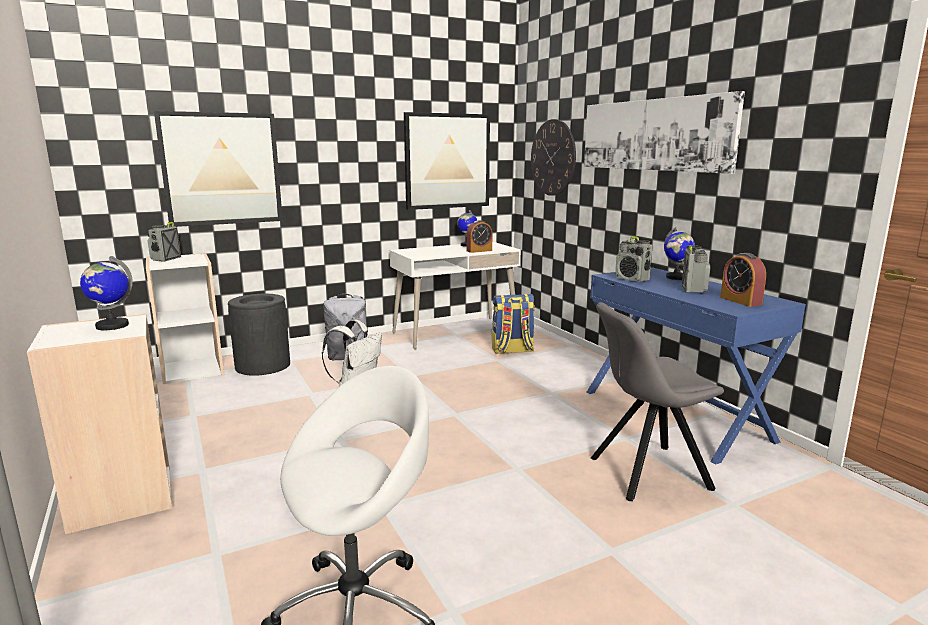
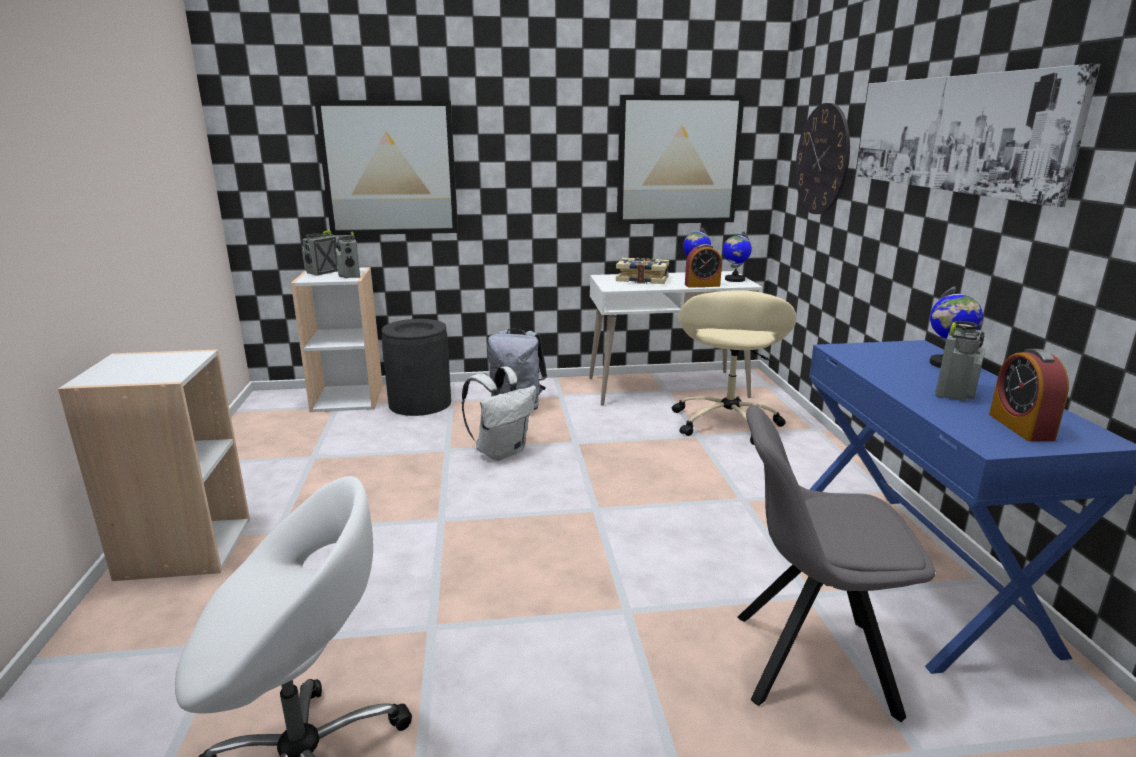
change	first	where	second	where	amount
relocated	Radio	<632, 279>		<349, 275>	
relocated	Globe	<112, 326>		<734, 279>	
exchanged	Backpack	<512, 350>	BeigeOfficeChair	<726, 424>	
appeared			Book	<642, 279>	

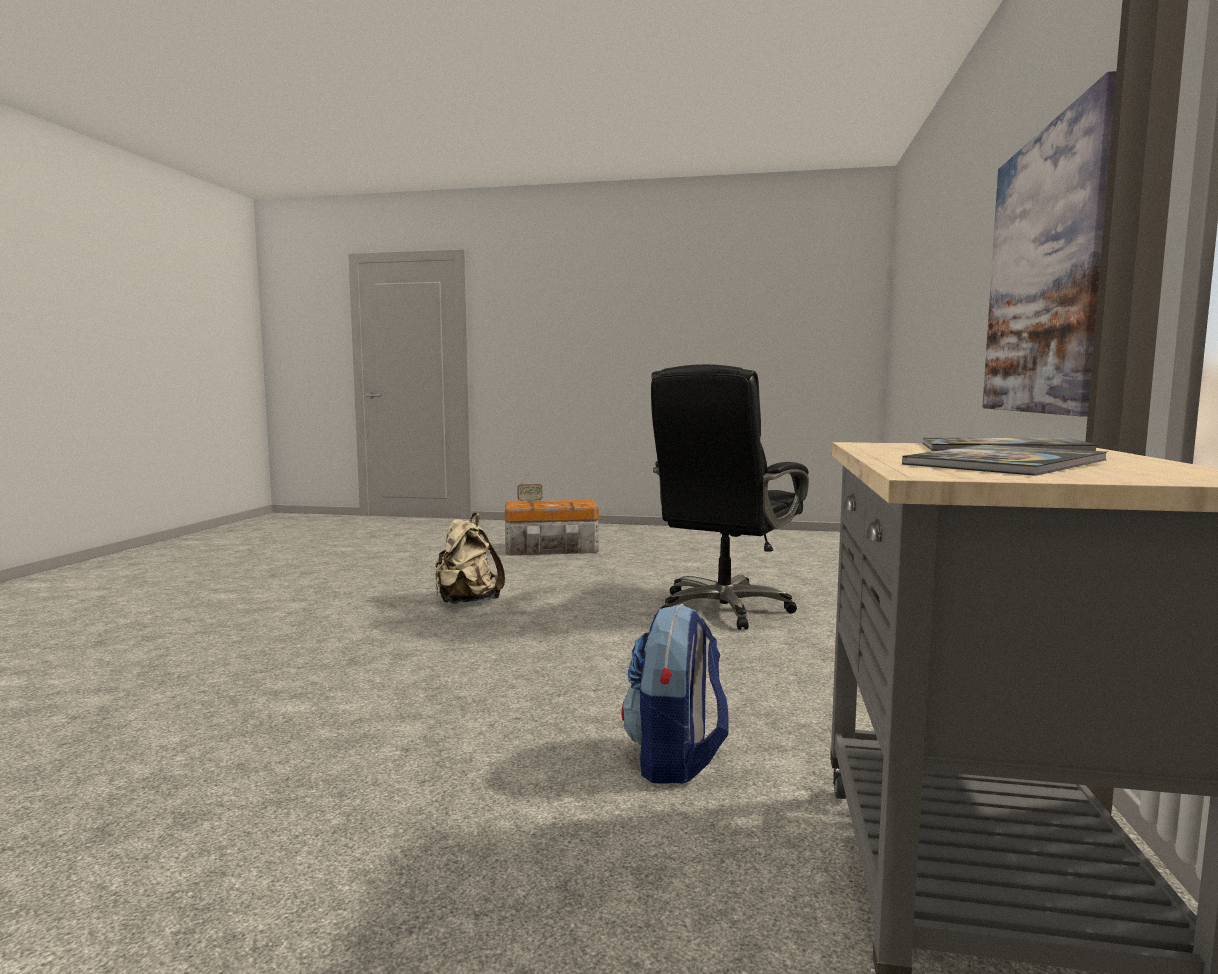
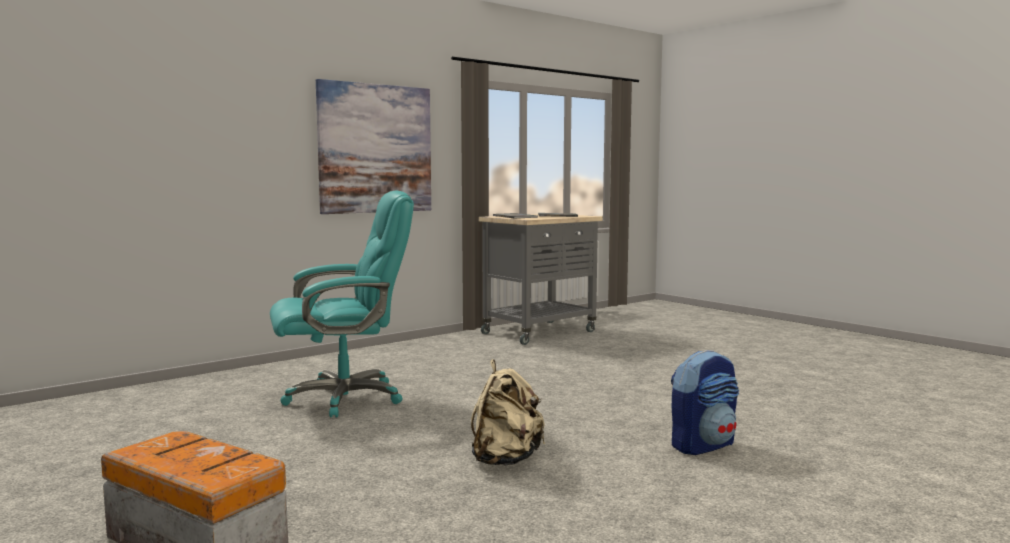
change	first	where	second	where	amount
colour	BlackOfficeChair	<724, 607>	TurquoiseOfficeChair	<341, 398>	
missing	Radio	<529, 501>			
relocated	Backpack	<675, 759>		<702, 445>	

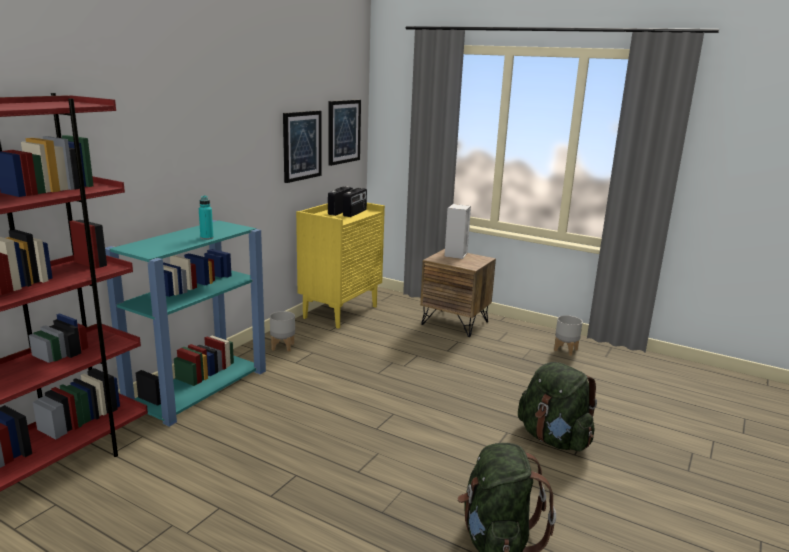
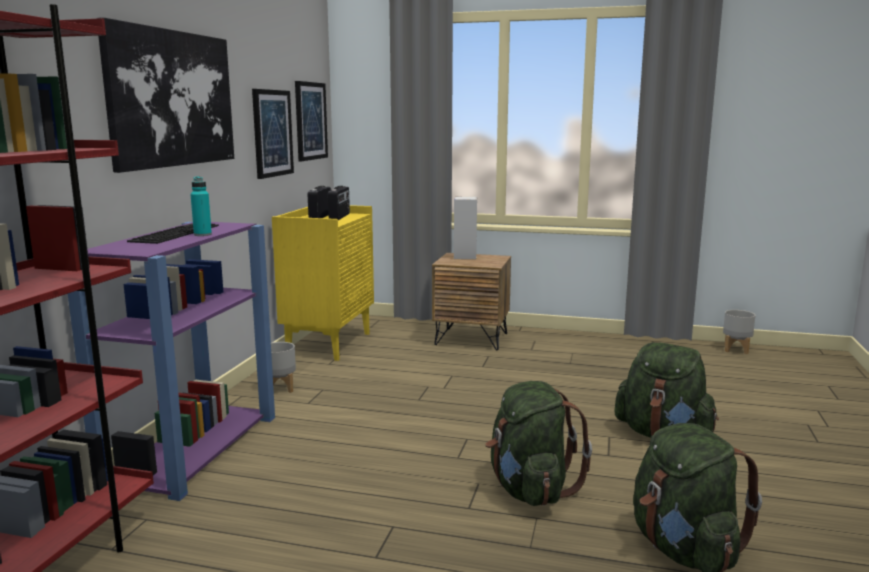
change	first	where	second	where	amount
colour	TurquoiseBookcase	<199, 387>	PurpleBookcase	<195, 448>	
relocated	GreyPlanter	<566, 350>		<736, 350>	
appeared			Picture	<172, 98>	
appeared			Keyboard	<174, 233>	
appeared			GreenBackpack	<530, 489>	

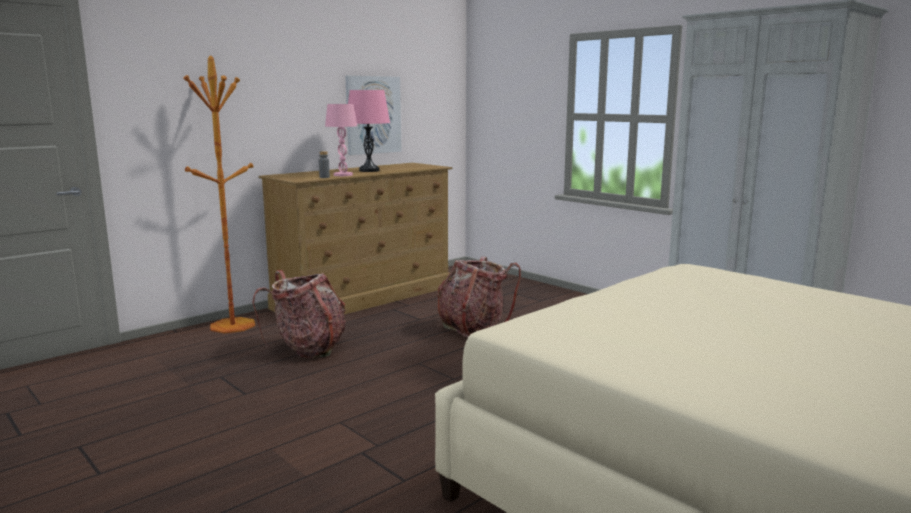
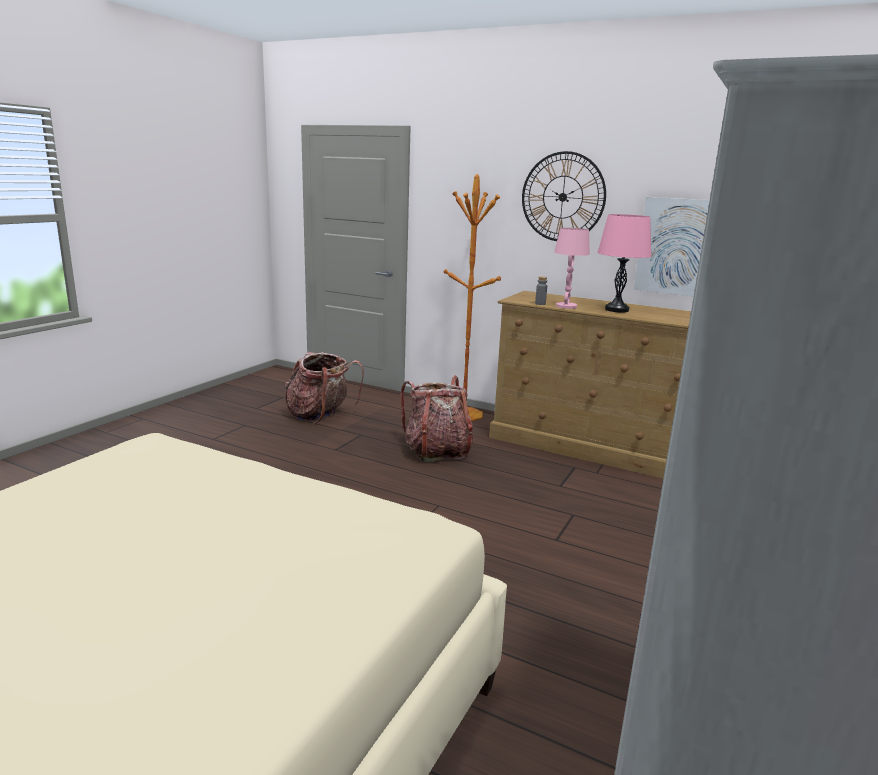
change	first	where	second	where	amount
relocated	Backpack	<473, 327>		<320, 415>	
appeared			WallClock	<562, 197>	

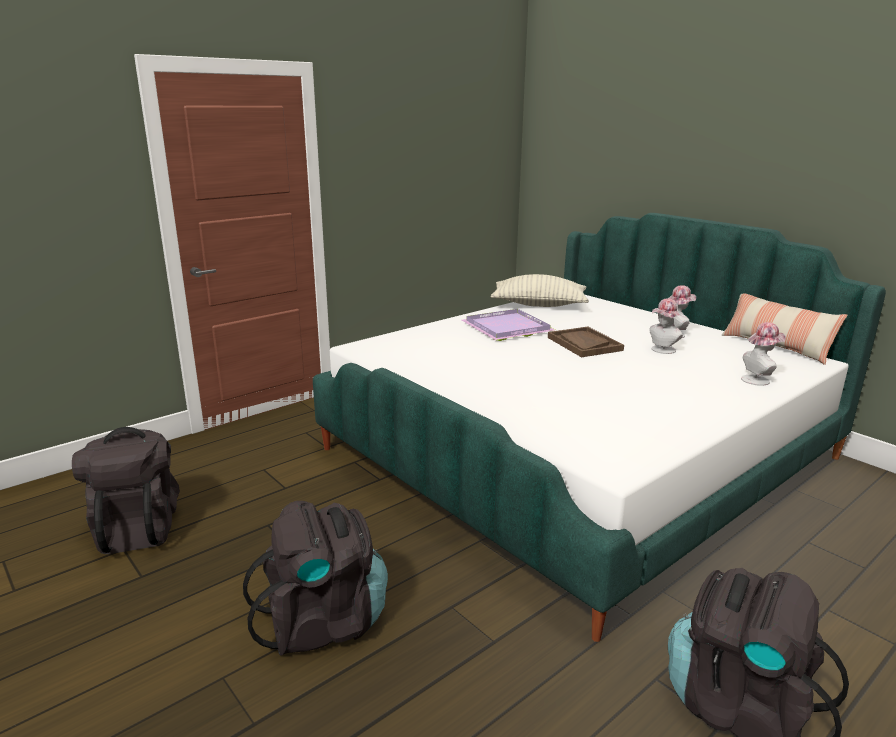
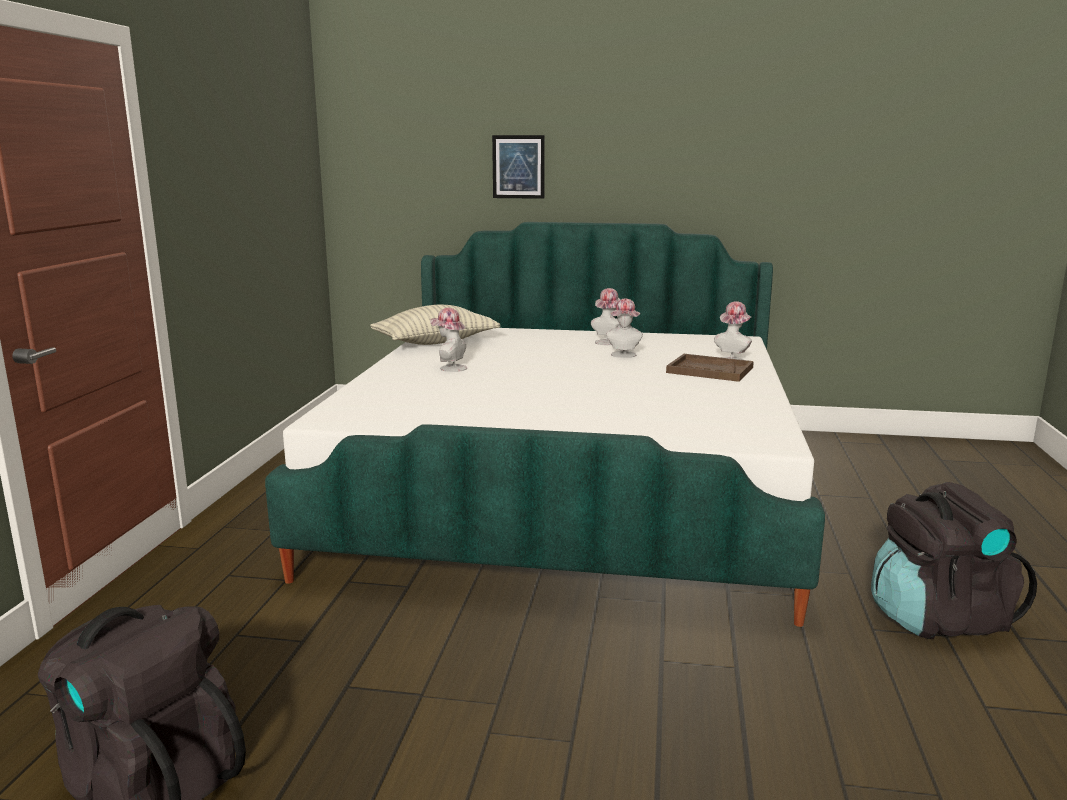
change	first	where	second	where	amount
missing	Pillow	<776, 347>			
exchanged	PurpleTray	<506, 328>	Hat	<450, 368>	
relocated	BrownTray	<584, 344>		<709, 370>	
missing	BlackBackpack	<323, 622>			
appeared			Picture	<518, 167>	

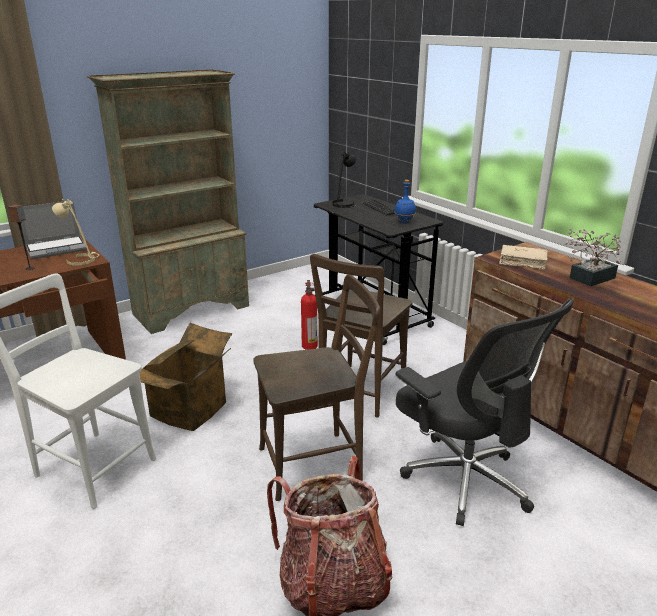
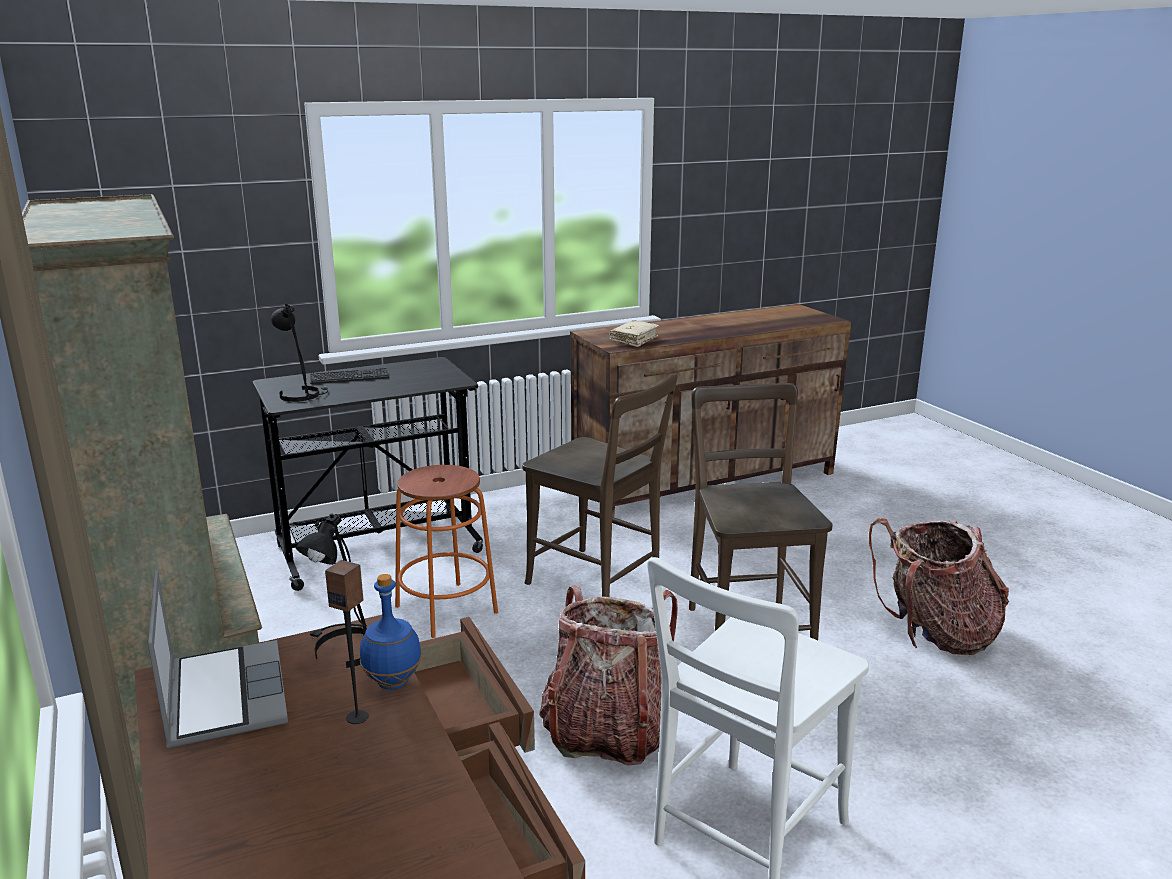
change	first	where	second	where	amount
relocated	BlueBottle	<404, 222>		<392, 682>	
colour	BeigeTableLamp	<82, 259>	BlackTableLamp	<343, 649>	
missing	PottedPlant	<588, 279>			
exchanged	FireExtinguisher	<309, 345>	OrangeStool	<446, 609>	
missing	OfficeChair	<463, 479>			
exchanged	CardboardBox	<190, 411>	Backpack	<607, 732>	

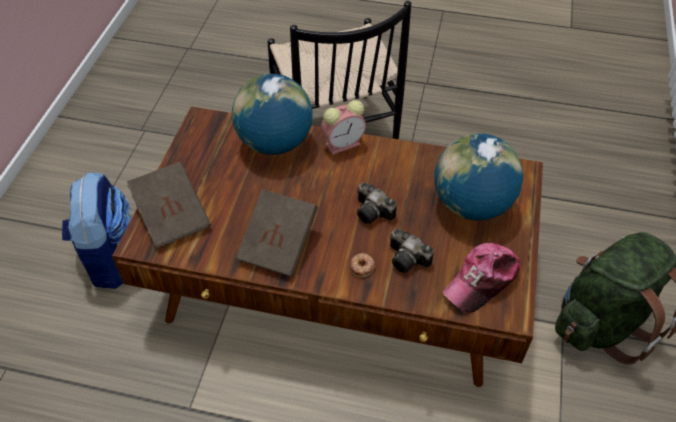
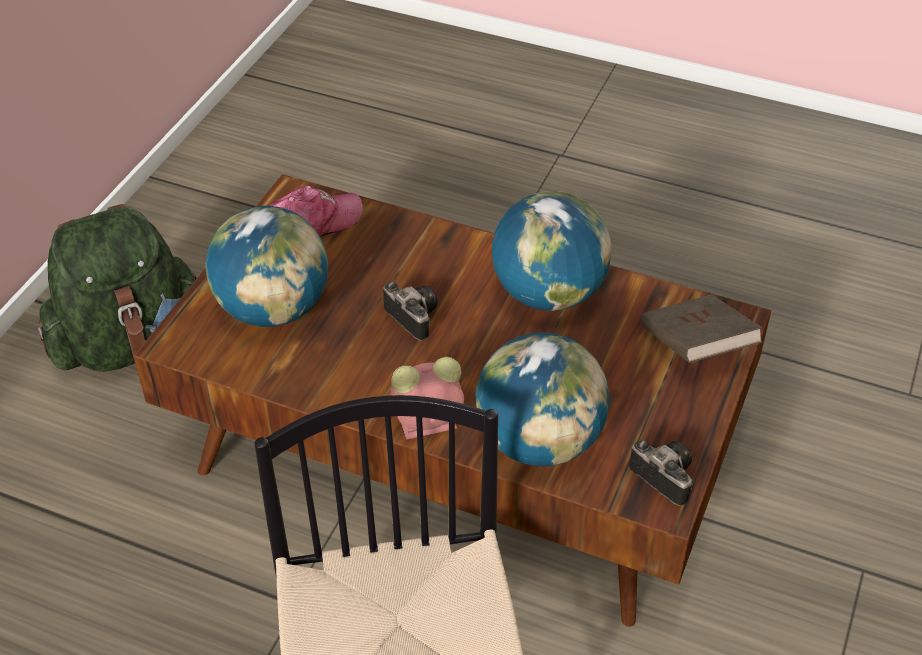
change	first	where	second	where	amount
missing	Backpack	<111, 258>			
exchanged	BrownBook	<279, 245>	Globe	<548, 293>	
relocated	PhotoCamera	<409, 260>		<661, 476>	
missing	Donut	<362, 266>			

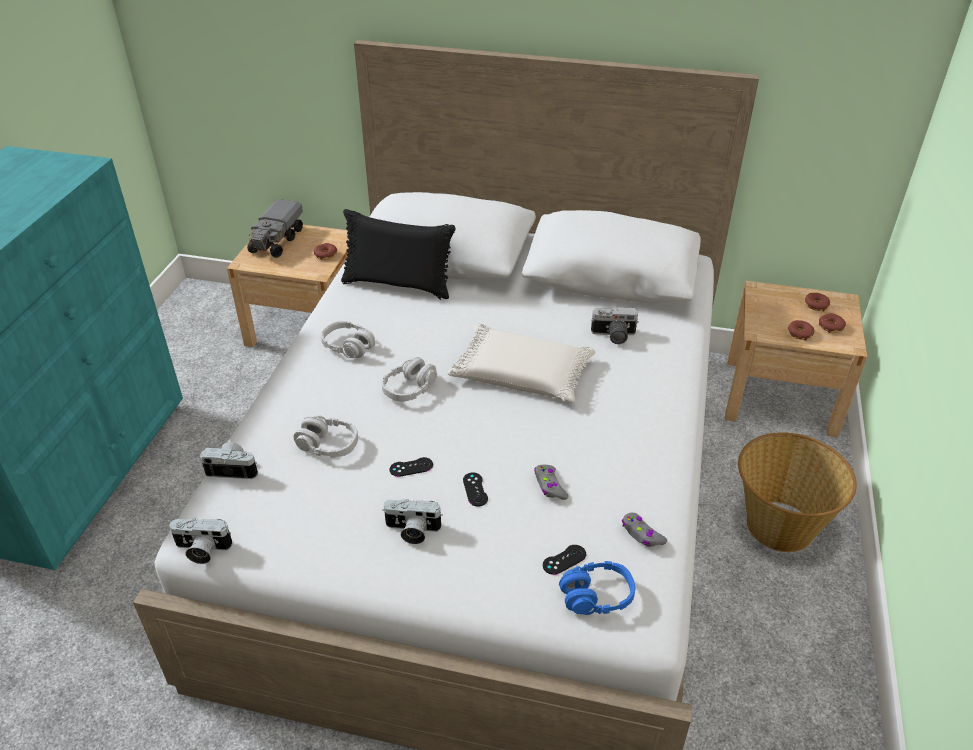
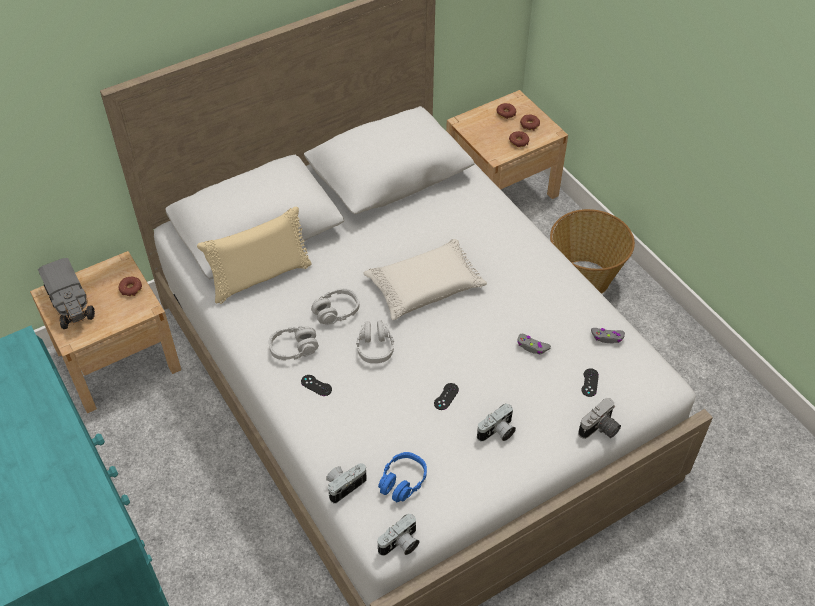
change	first	where	second	where	amount
colour	BlackPillow	<398, 284>	BeigePillow	<260, 277>	
relocated	PhotoCamera	<613, 336>		<600, 429>	
relocated	GreyHeadphones	<328, 445>		<336, 311>	
relocated	BlackGameController	<475, 489>		<316, 385>	
relocated	BlueHeadphones	<596, 596>		<402, 481>	

